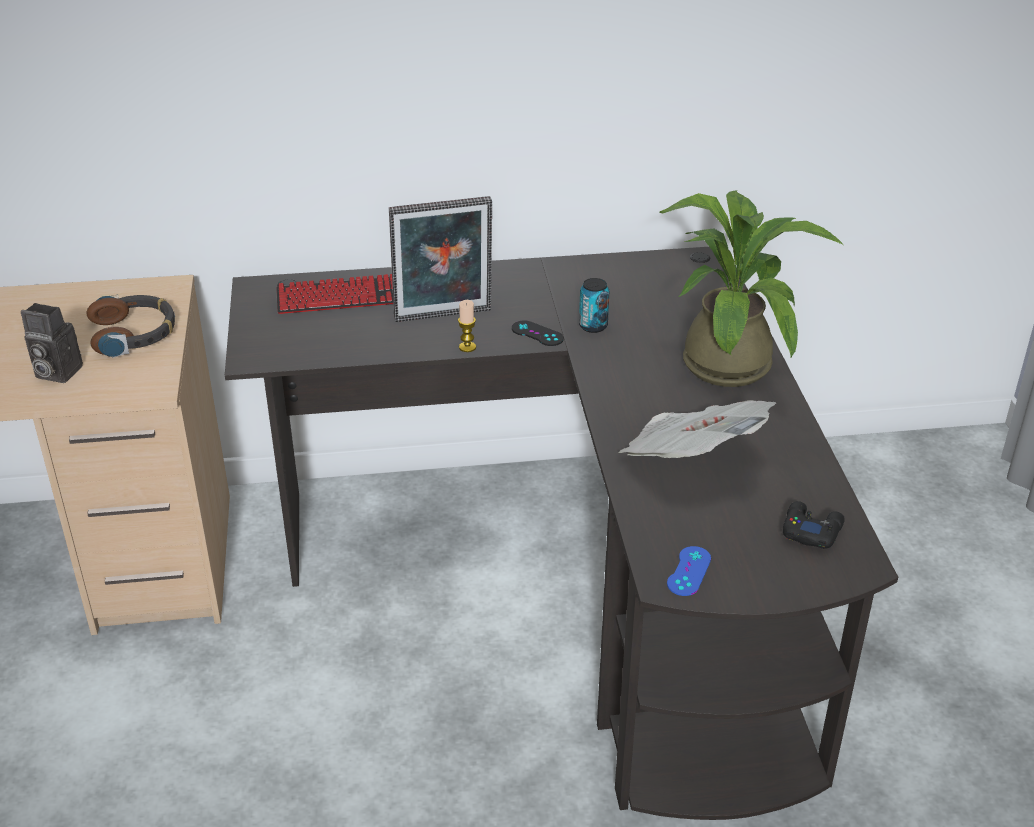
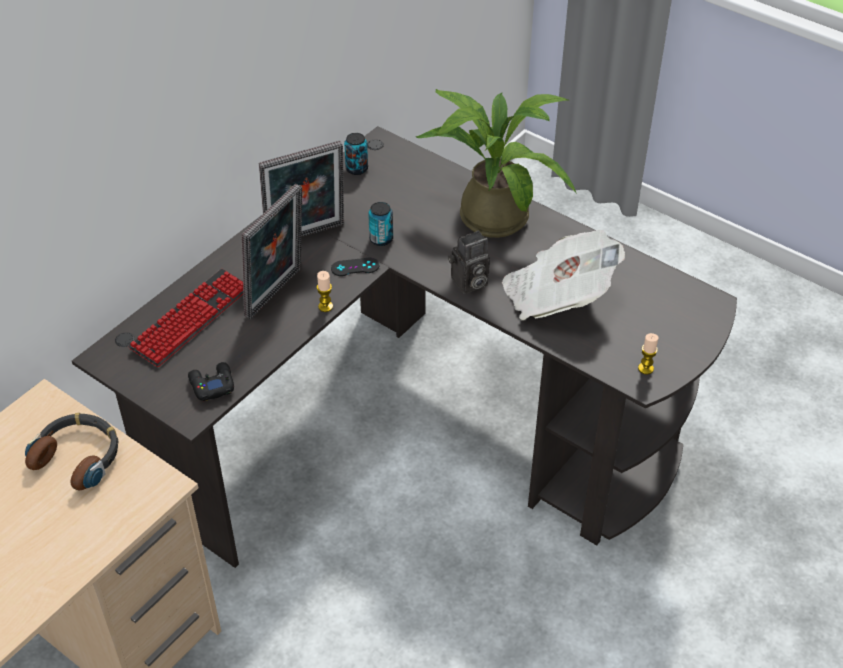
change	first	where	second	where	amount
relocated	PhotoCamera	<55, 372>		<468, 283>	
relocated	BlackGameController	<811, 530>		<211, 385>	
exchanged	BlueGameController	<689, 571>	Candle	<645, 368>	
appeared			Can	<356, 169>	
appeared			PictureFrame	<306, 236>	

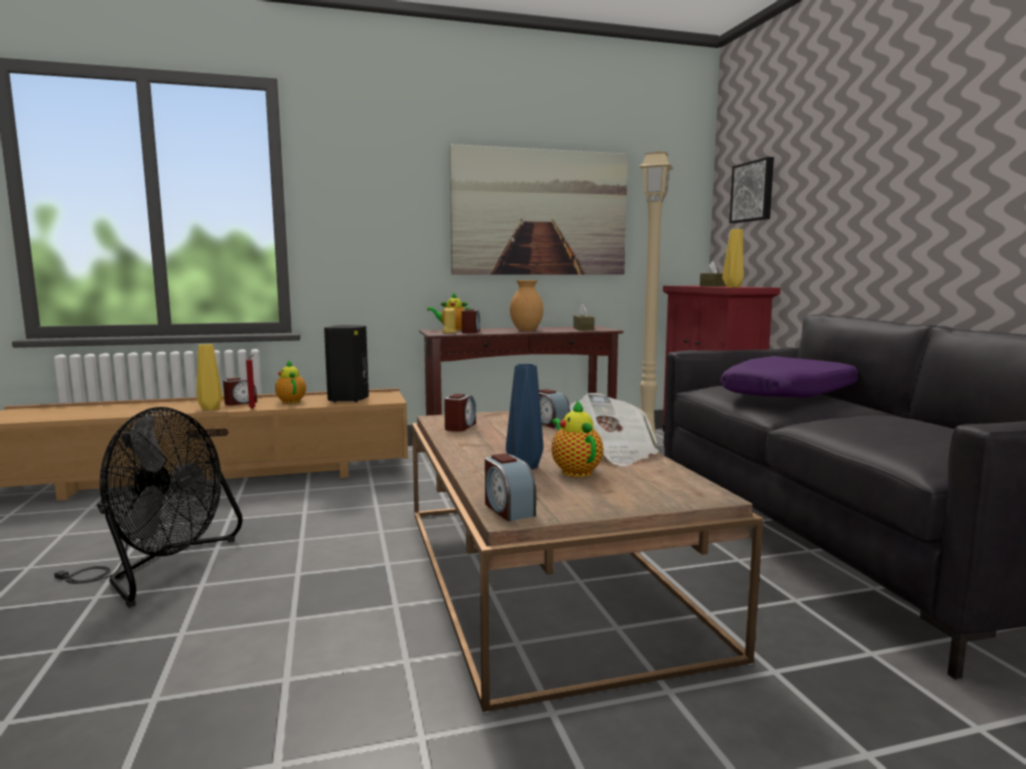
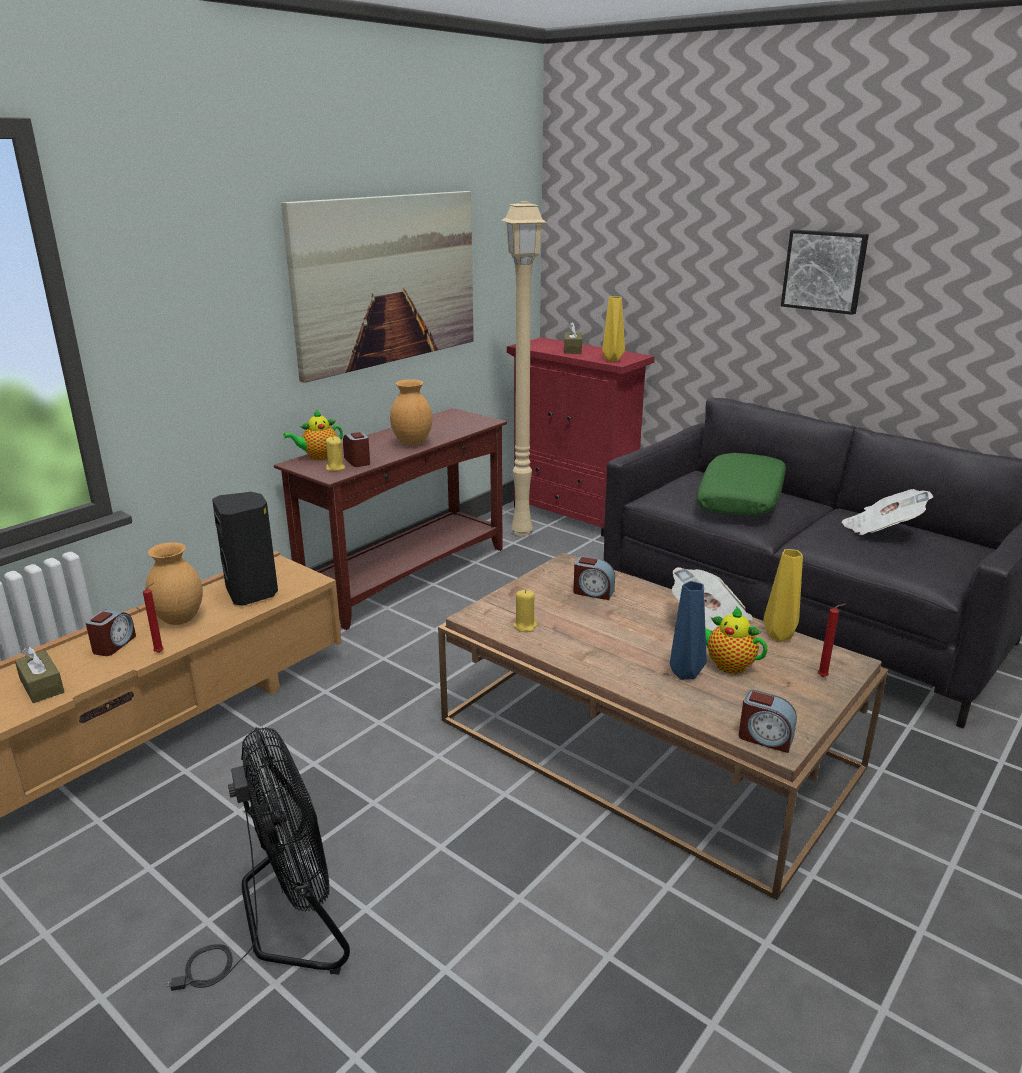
change	first	where	second	where	amount
relocated	Picture	<753, 191>		<824, 271>	
relocated	BrownTissueBox	<583, 329>		<42, 686>	
relocated	YellowVase	<211, 408>		<779, 635>	
colour	PurplePillow	<790, 395>	GreenPillow	<741, 498>	
exchanged	Teapot	<291, 401>	BrownVase	<180, 619>	
exchanged	AlarmClock	<460, 427>	YellowCandle	<525, 626>	
appeared			Newspaper	<881, 530>	
appeared			RedCandle	<824, 677>	

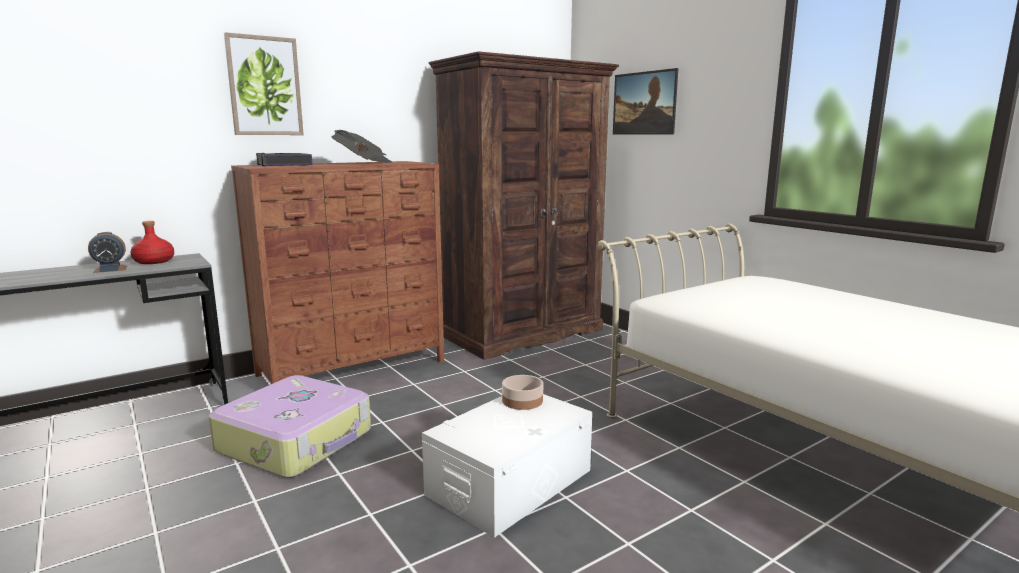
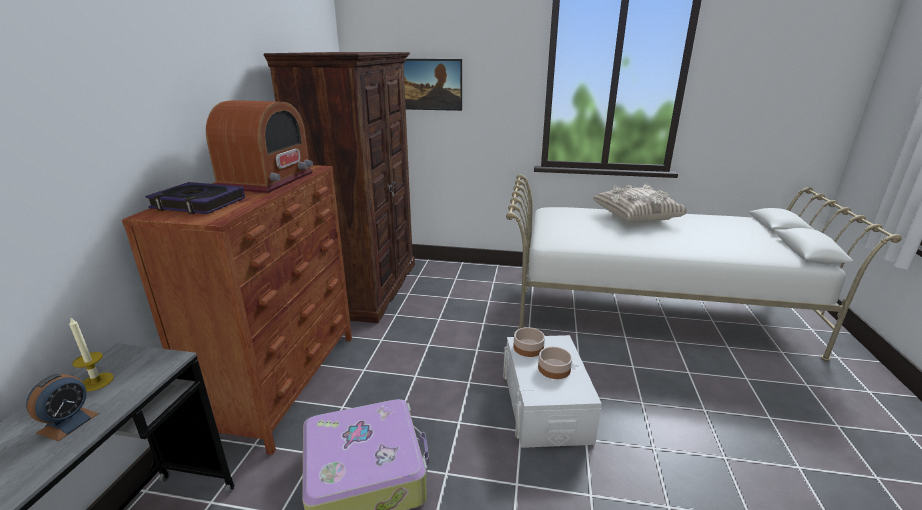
change	first	where	second	where	amount
missing	Picture	<264, 86>			
exchanged	Newspaper	<364, 163>	Radio	<267, 180>	
exchanged	RedBottle	<154, 261>	Candle	<96, 382>	
appeared			BeigePillow	<636, 217>	
appeared			Bowl	<553, 368>	

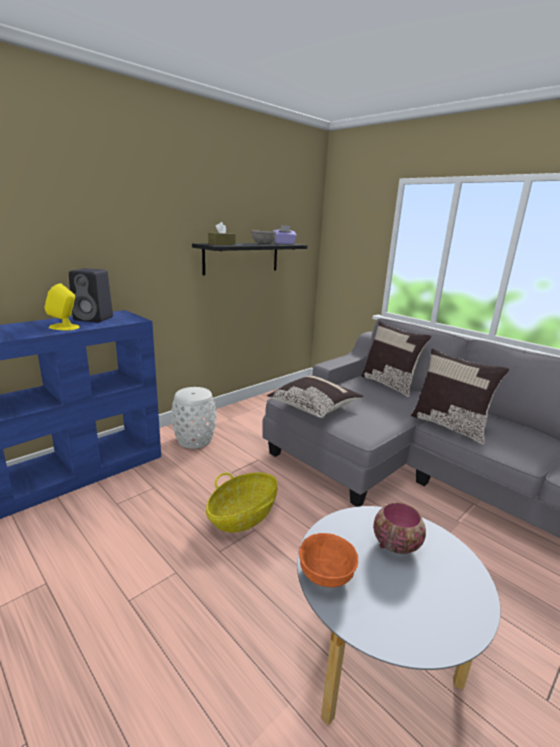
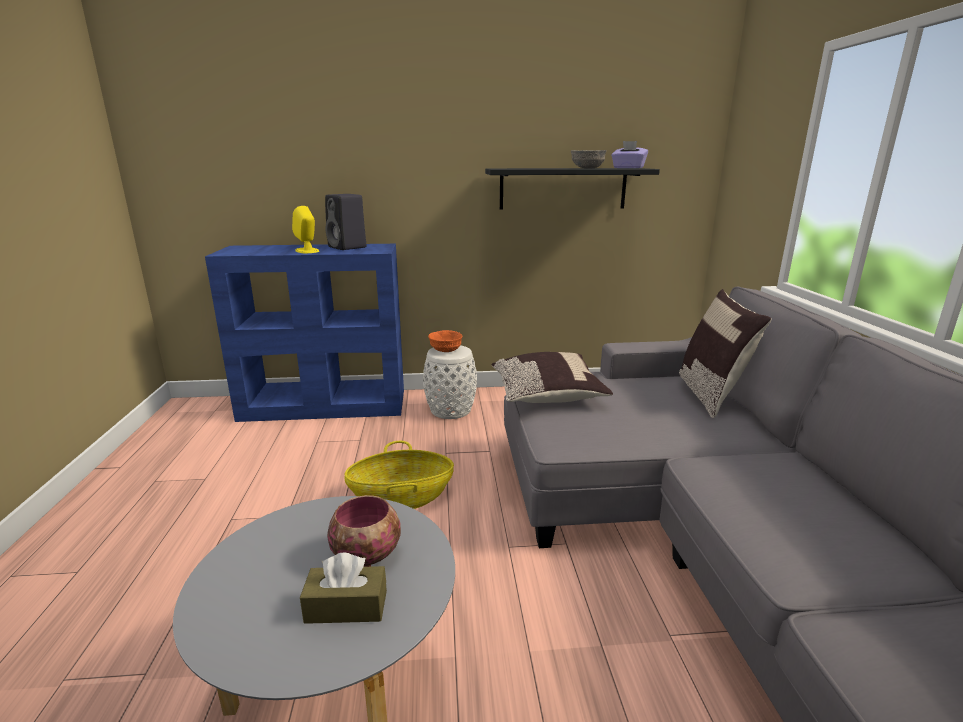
change	first	where	second	where	amount
relocated	BrownTissueBox	<222, 244>		<346, 607>	
missing	Pillow	<449, 426>			
relocated	OrangeBowl	<325, 575>		<445, 350>	

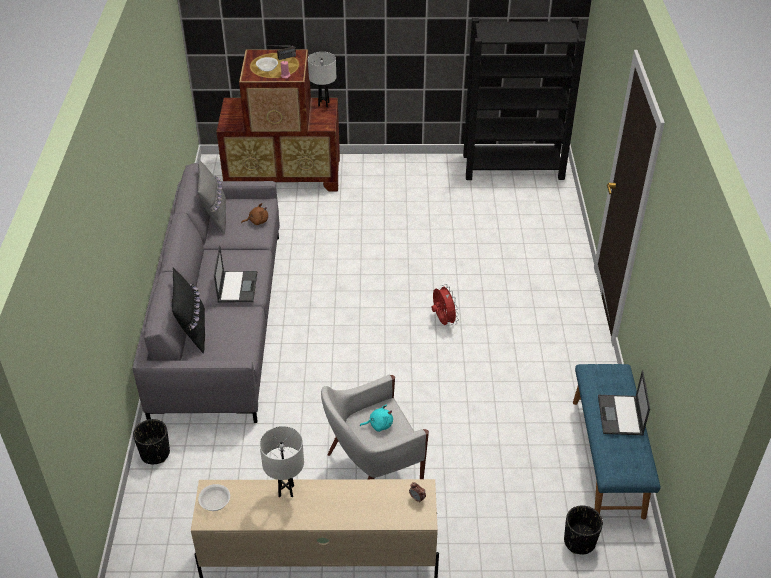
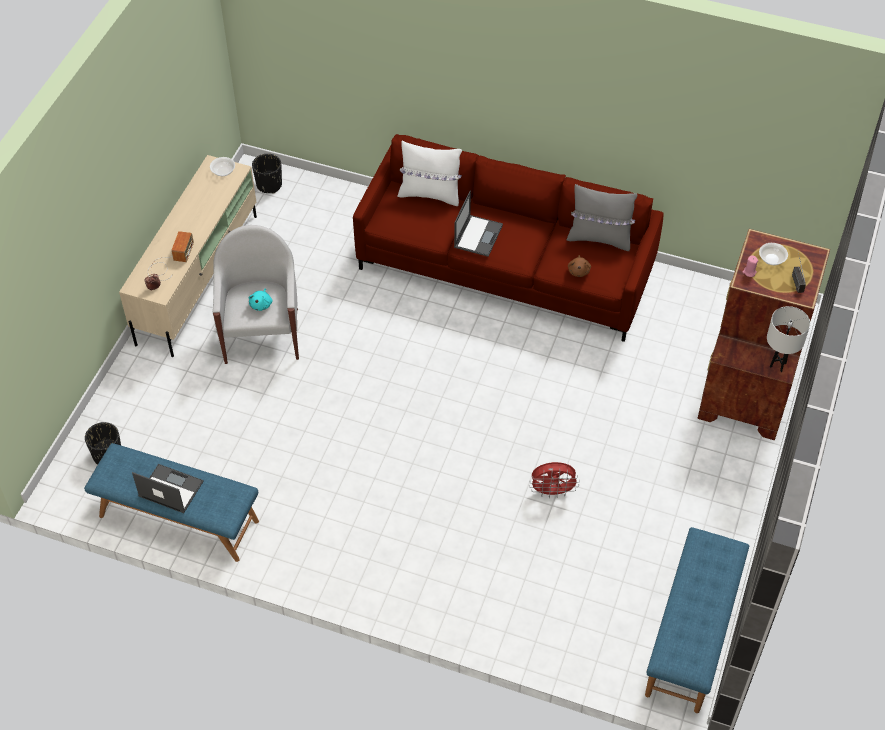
change	first	where	second	where	amount
exchanged	BlackBookcase	<513, 167>	BlueBench	<692, 634>	
colour	GreySofa	<221, 321>	RedSofa	<505, 268>	
spun	Laptop	<237, 286>		<478, 235>	90 degrees counterclockwise
colour	BlackPillow	<192, 331>	WhitePillow	<430, 194>	
relocated	RedFan	<443, 321>		<552, 491>	
relocated	BlackPlanter	<155, 453>		<269, 185>	
missing	WhiteTableLamp	<286, 491>			
appeared			Radio	<170, 261>	

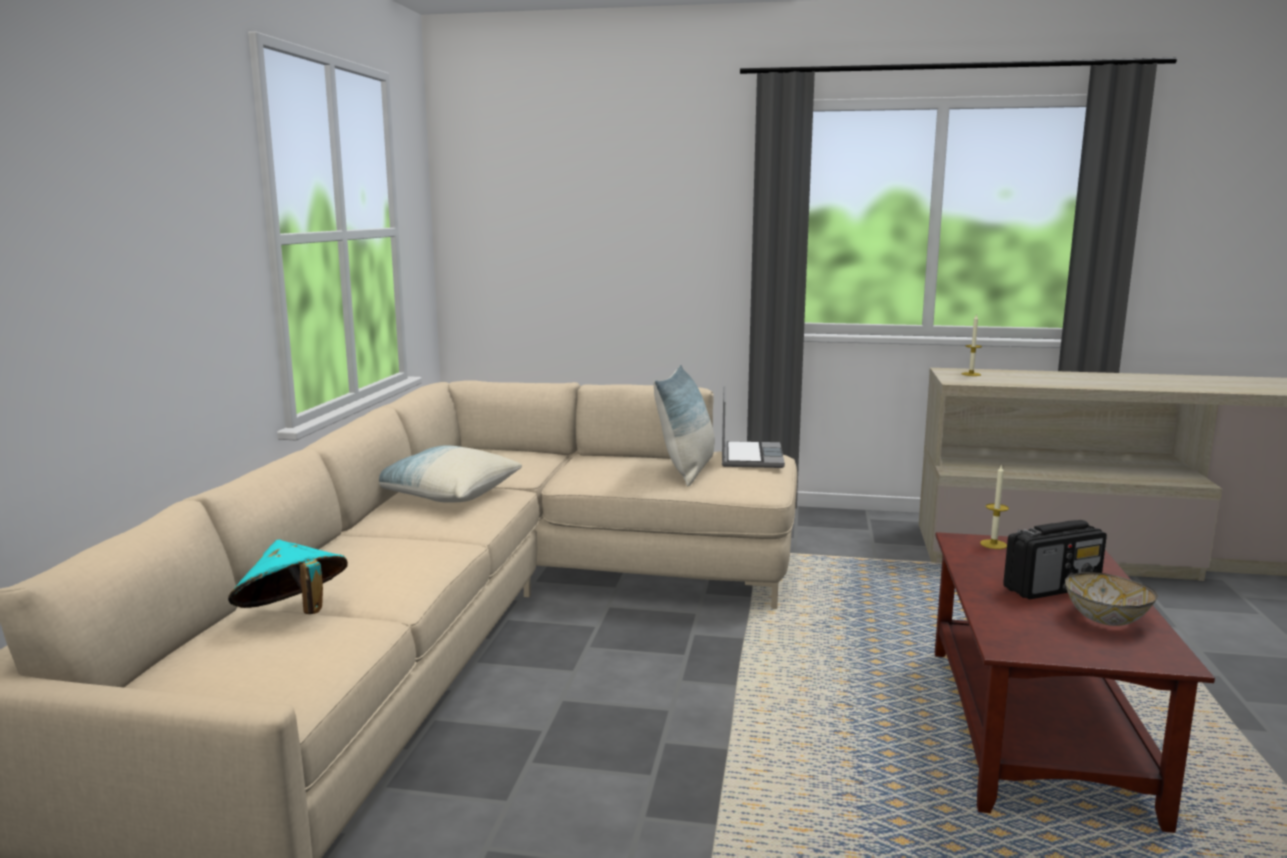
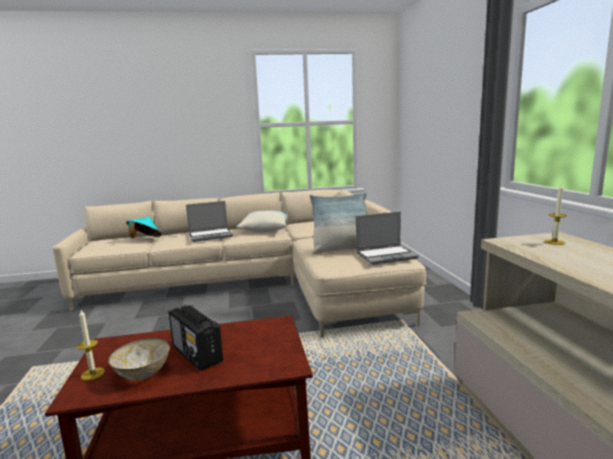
change	first	where	second	where	amount
relocated	Candle	<993, 544>		<93, 374>	
appeared			Laptop	<211, 235>	

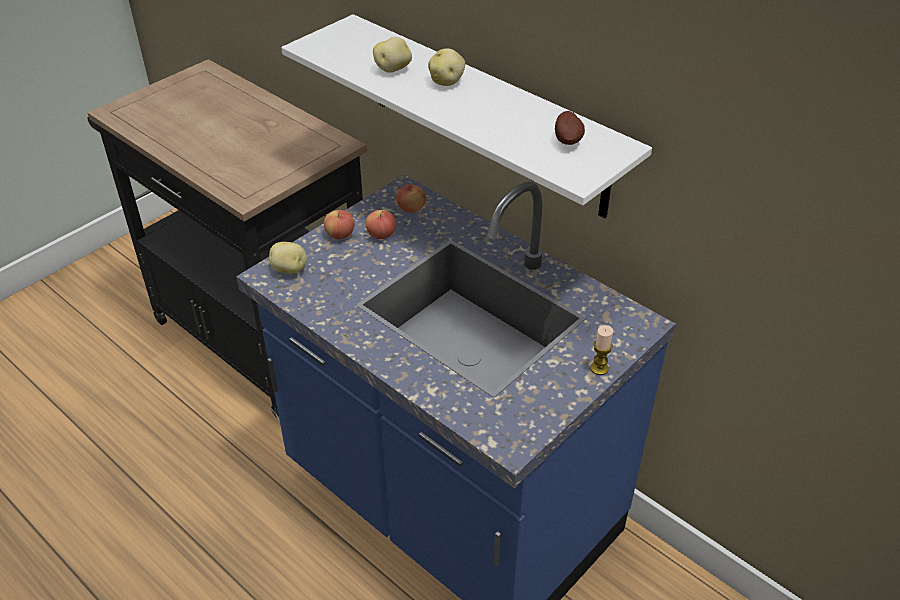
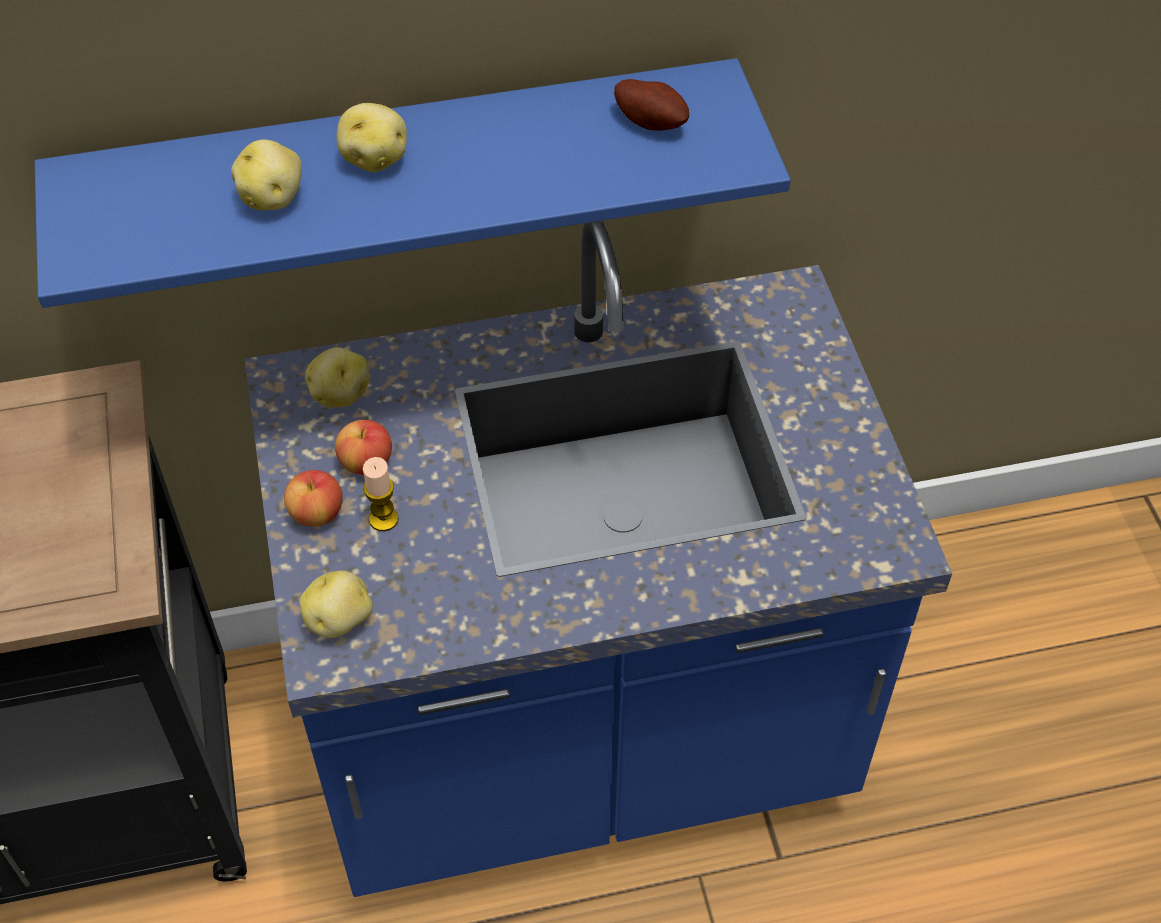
change	first	where	second	where	amount
colour	WhiteShelf	<486, 115>	BlueShelf	<403, 173>	
exchanged	Apple	<411, 208>	Potato	<339, 394>	
relocated	Candle	<599, 368>		<383, 519>	

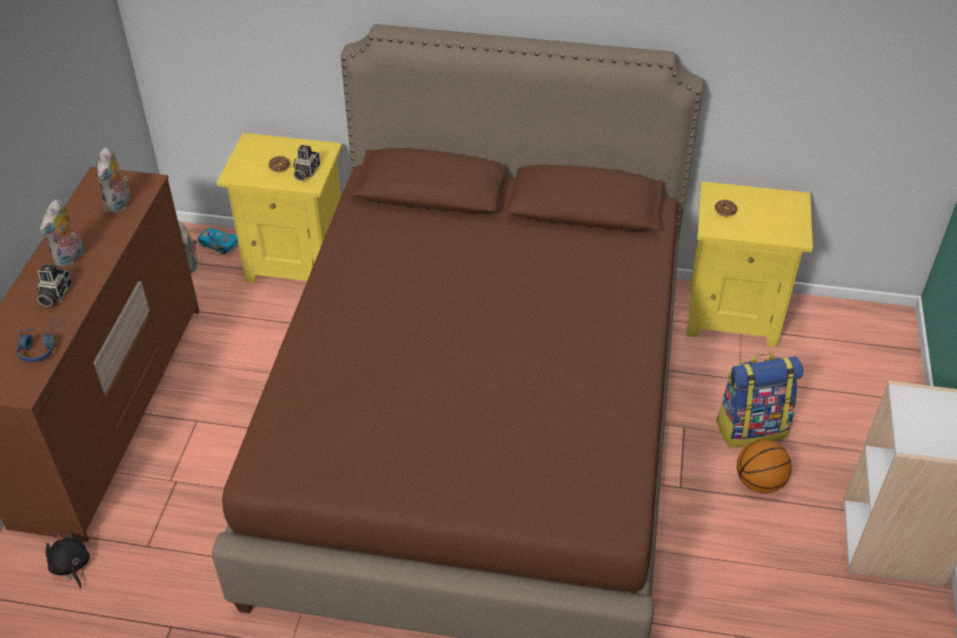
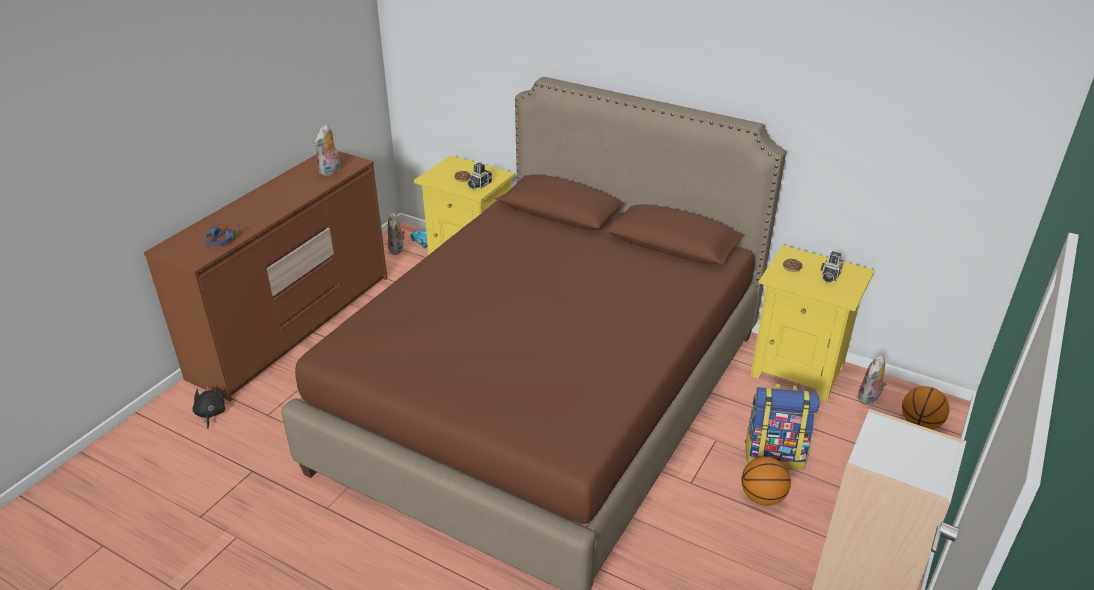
change	first	where	second	where	amount
relocated	PlushToy	<70, 258>		<869, 398>	
relocated	PhotoCamera	<54, 294>		<829, 276>	
appeared			Basketball	<920, 424>	

